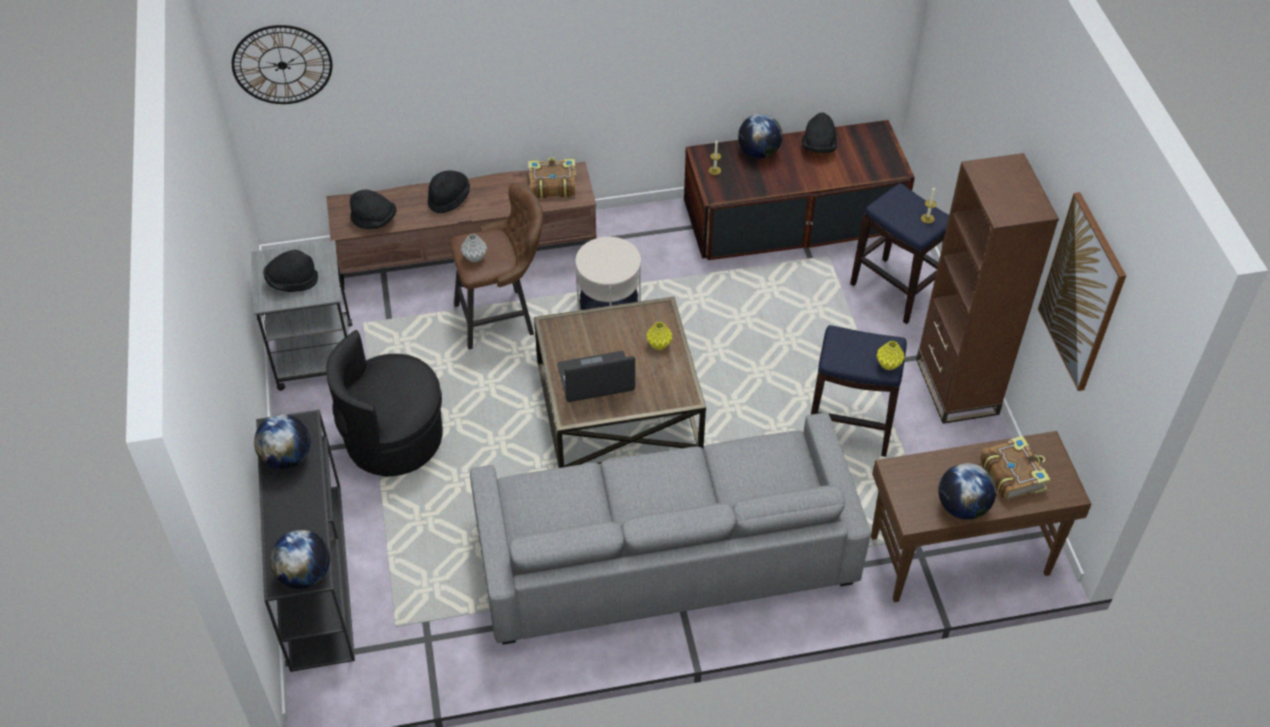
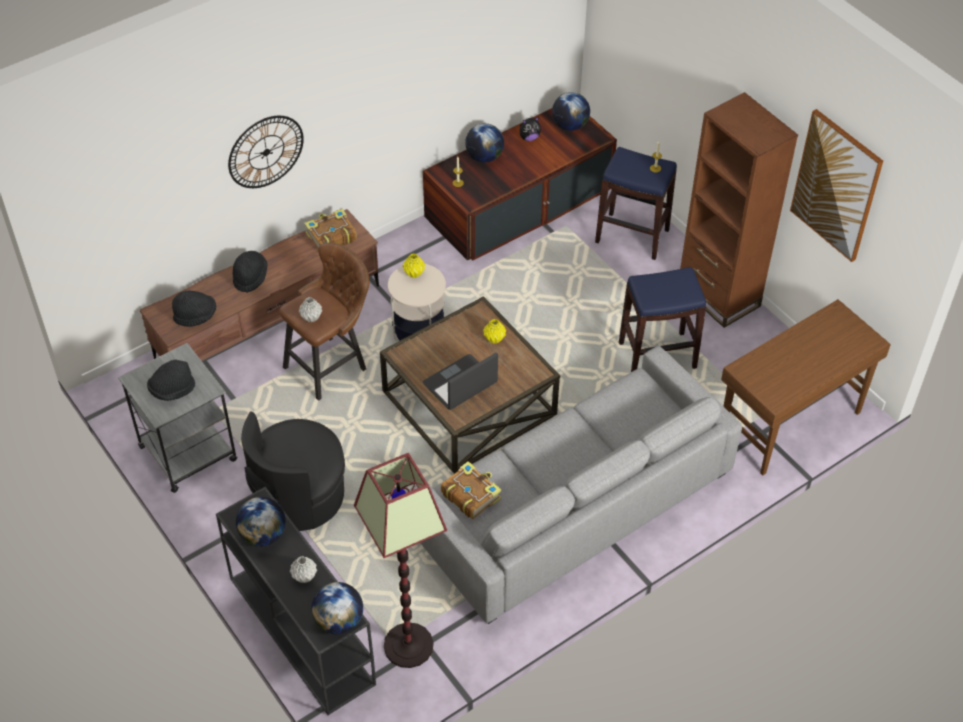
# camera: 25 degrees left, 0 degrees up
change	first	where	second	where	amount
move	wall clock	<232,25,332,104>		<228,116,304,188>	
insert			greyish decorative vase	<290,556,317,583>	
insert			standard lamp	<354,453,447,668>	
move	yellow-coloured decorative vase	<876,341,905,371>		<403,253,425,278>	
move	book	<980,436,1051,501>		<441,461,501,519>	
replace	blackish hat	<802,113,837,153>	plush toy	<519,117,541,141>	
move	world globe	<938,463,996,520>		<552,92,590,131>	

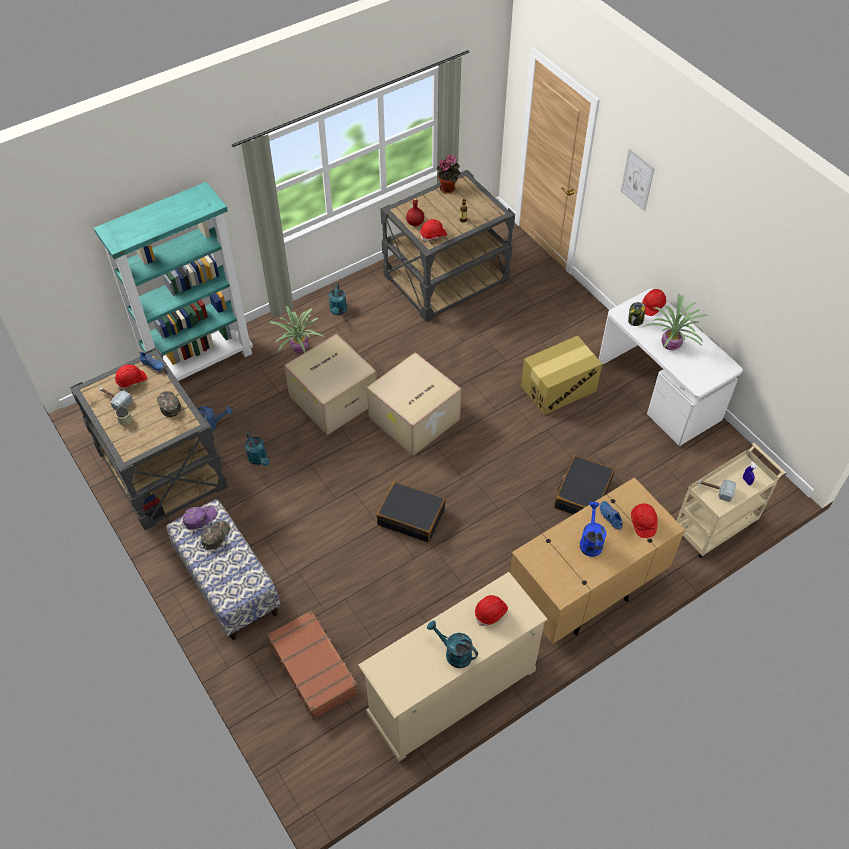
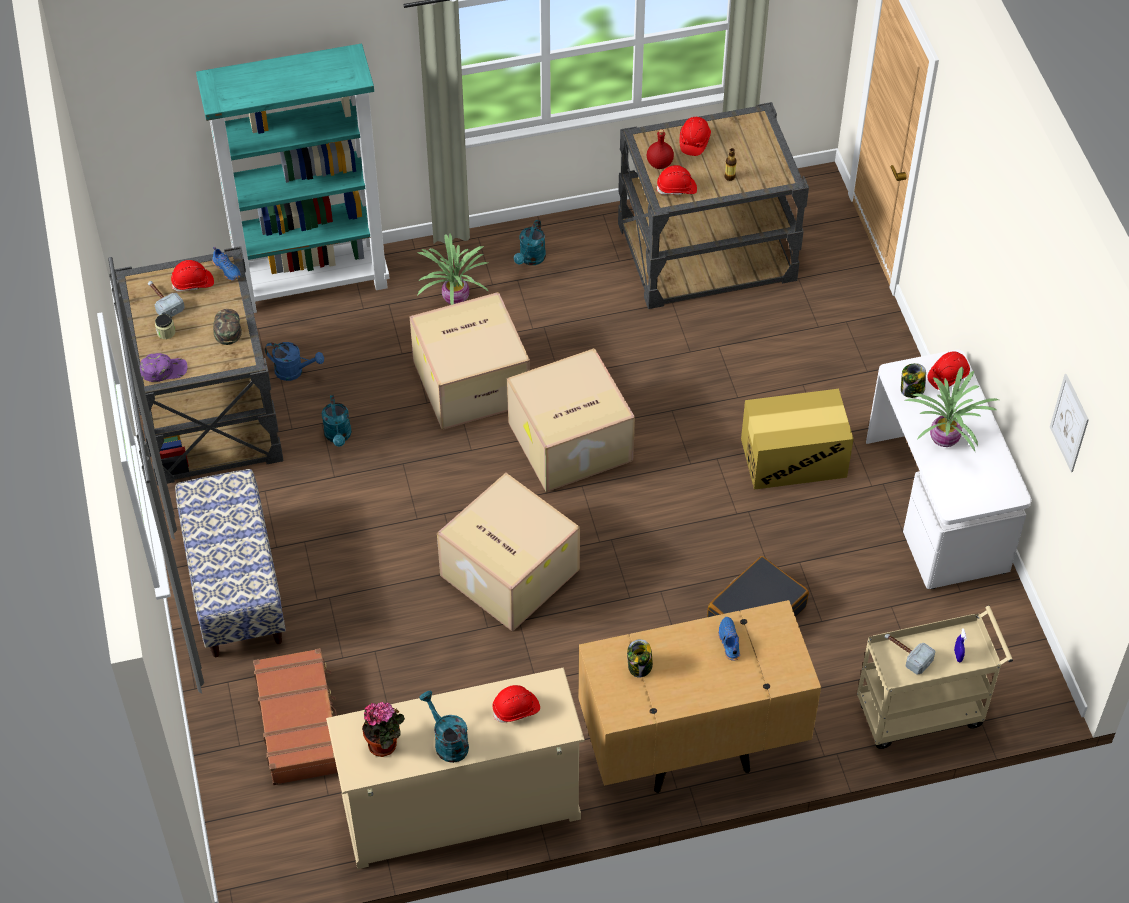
# camera: 20 degrees right, 0 degrees up
change	first	where	second	where	amount
move	purplish peaked cap	<183,506,217,530>		<140,353,187,382>	
move	houseplant	<436,154,461,193>		<362,702,405,757>	
replace	blackish suitcase	<377,482,446,542>	cardboard box	<437,473,580,632>	
insert			preserve jar	<627,639,653,678>	
move	reddish safety helmet	<631,504,658,538>		<680,117,711,156>	
move	wall picture	<621,148,655,211>		<1050,374,1089,472>	
delete	greenish peaked cap	<201,521,230,550>			
delete	blue-coloured sprinkling can	<580,502,606,557>			

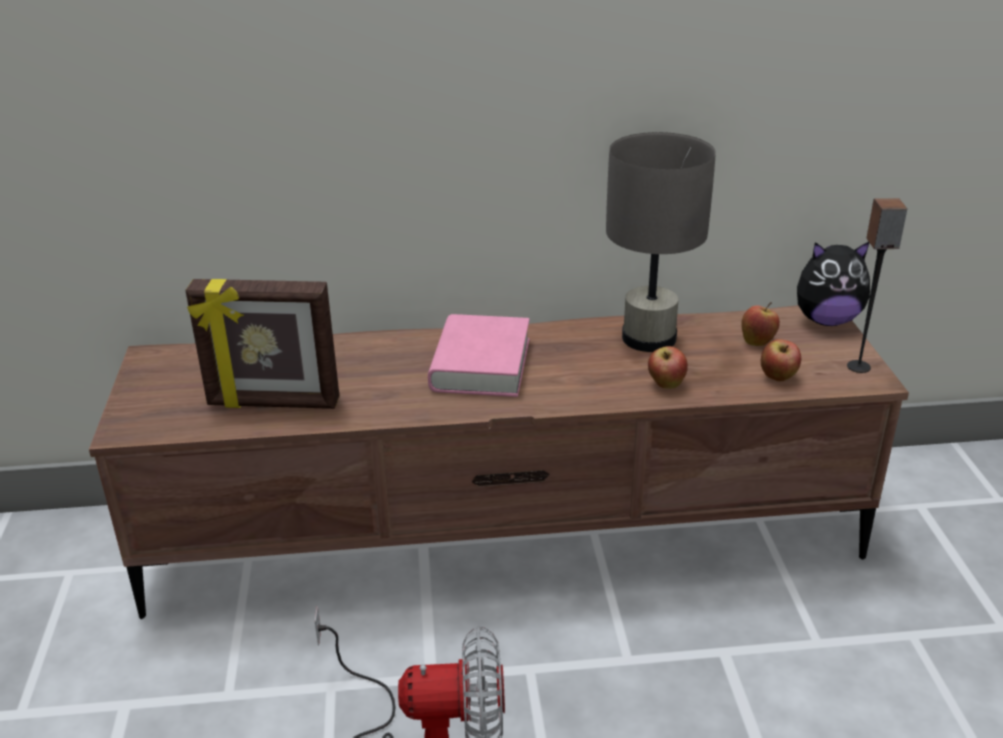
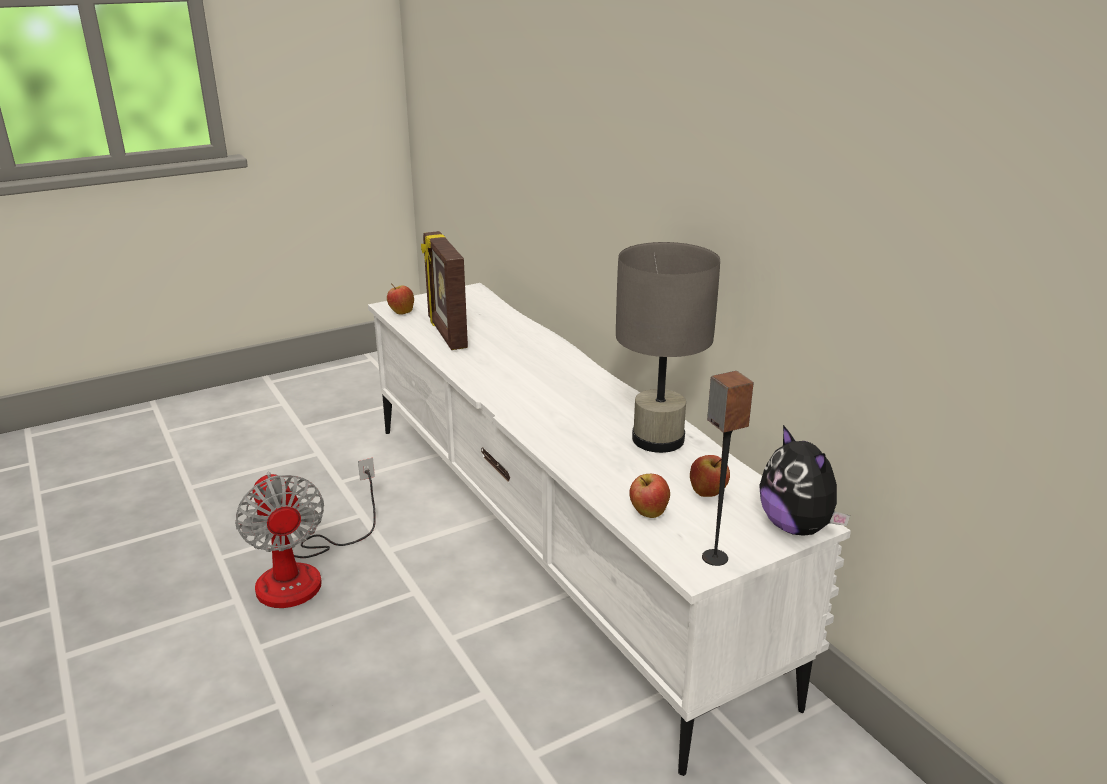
# camera: 65 degrees right, 5 degrees down
change	first	where	second	where	amount
recolor	brownish tv stand	<89,305,909,619>	white tv stand	<368,283,851,776>	
move	apple fruit	<648,346,688,389>		<387,284,414,314>	
delete	pink book	<428,314,530,397>			

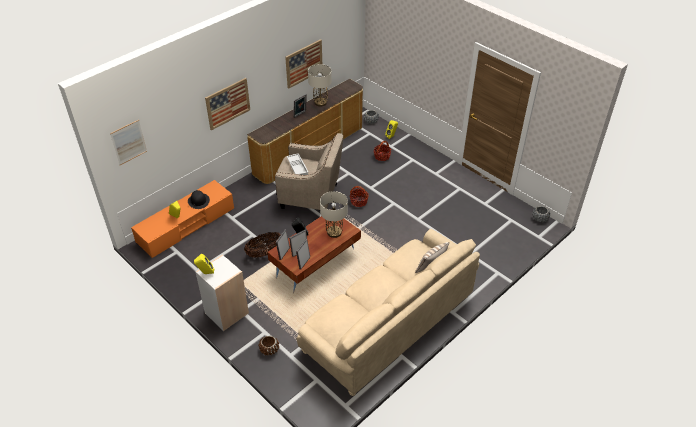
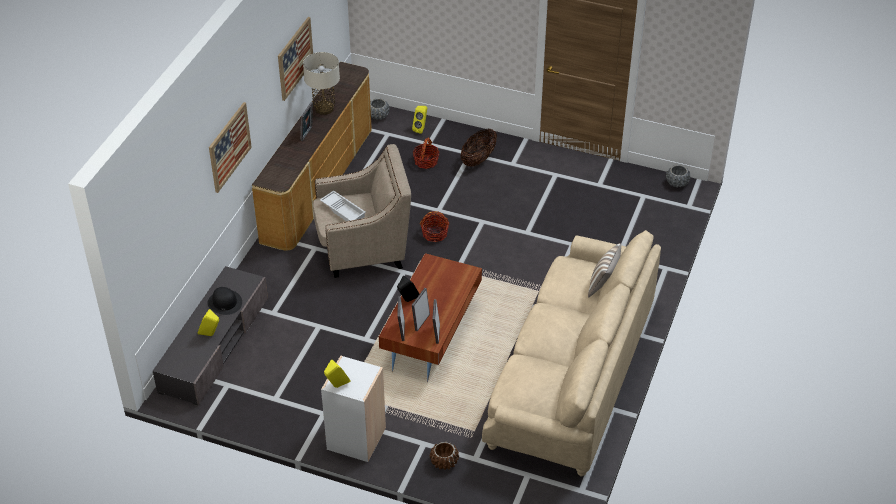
# camera: 25 degrees left, 0 degrees up
change	first	where	second	where	amount
recolor	orangey tv stand	<131,180,234,258>	greyish tv stand	<153,266,268,405>	
move	storage basket	<244,232,280,258>		<461,128,497,167>	
delete	wall picture	<110,120,147,165>			
delete	table lamp	<320,191,348,238>			

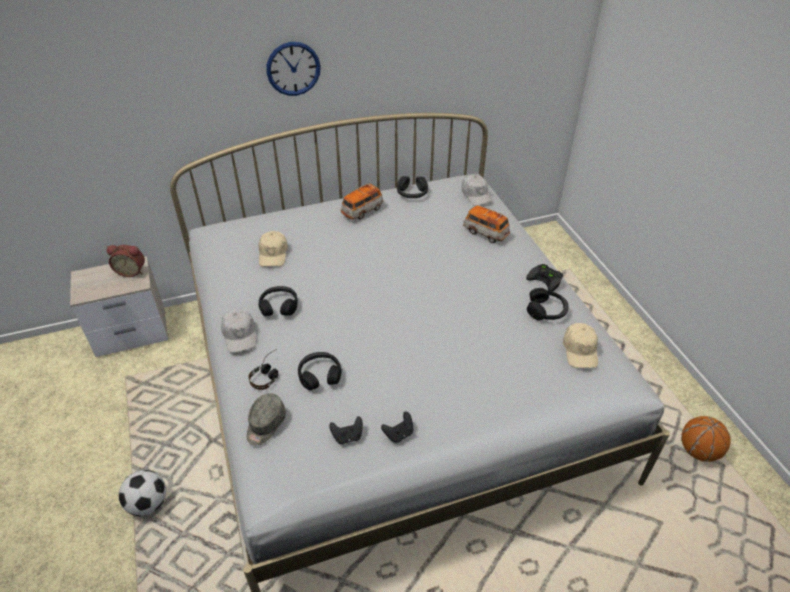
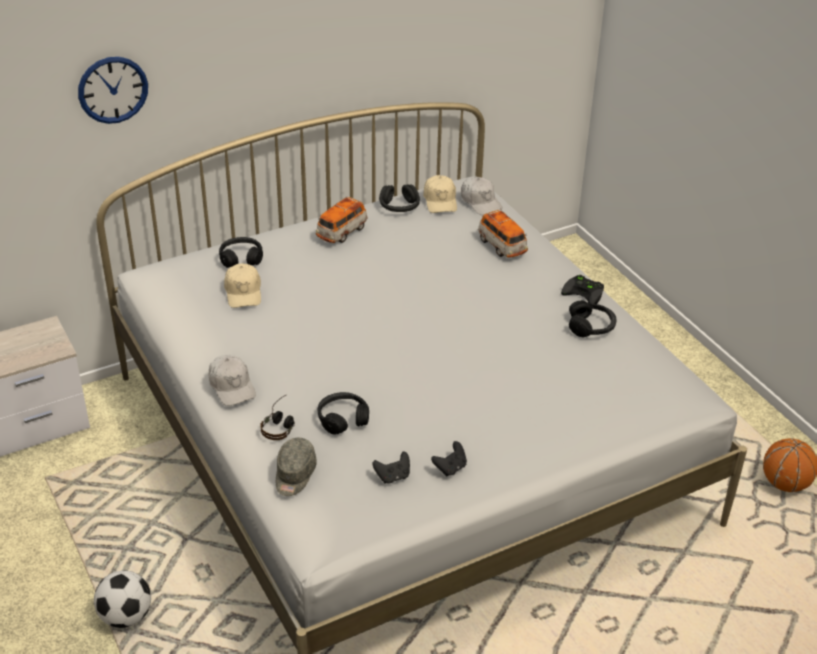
# camera: 10 degrees left, 5 degrees down
change	first	where	second	where	amount
move	wall clock	<266,42,321,96>		<78,57,148,124>	
move	blackish pair of headphones	<258,286,298,316>		<219,237,263,268>	
move	sand-coloured peaked cap	<563,323,598,368>		<423,175,457,213>	
rotate	miniature car	<463,205,510,243>		<478,209,528,258>	150 degrees counterclockwise
delete	alarm clock	<107,245,145,277>			

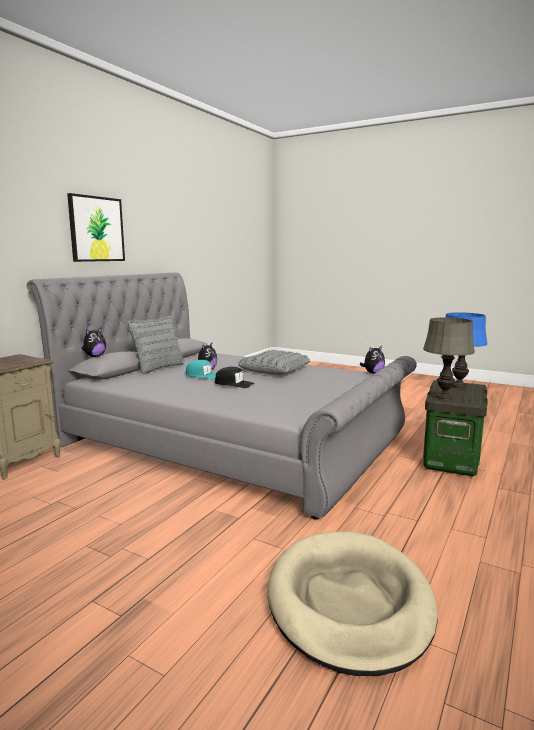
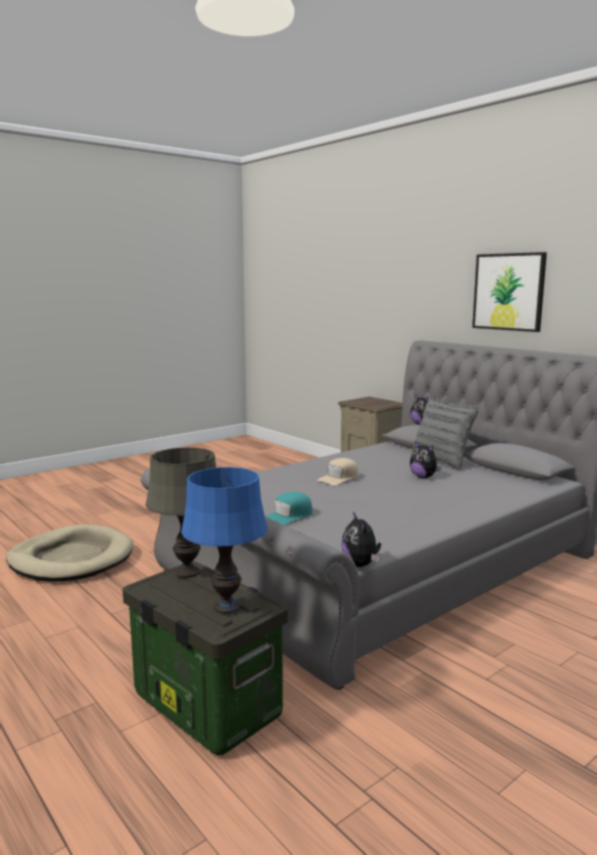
# camera: 110 degrees right, 0 degrees up
change	first	where	second	where	amount
move	blue-green peaked cap	<185,360,216,380>		<266,492,312,525>	
recolor	blackish peaked cap	<215,367,255,388>	sand-coloured peaked cap	<317,458,358,485>	
delete	greyish pillow	<238,350,310,375>			

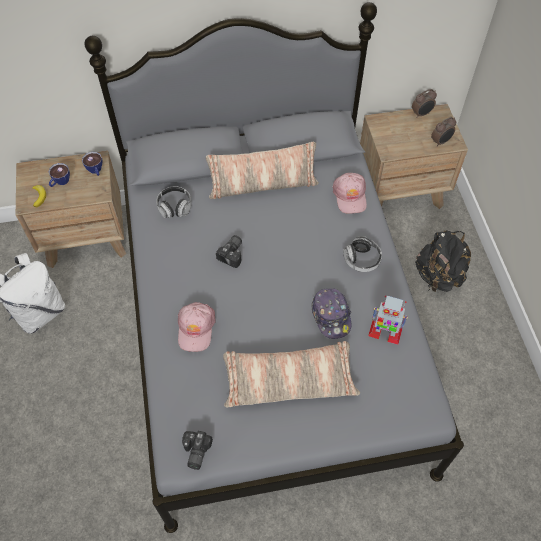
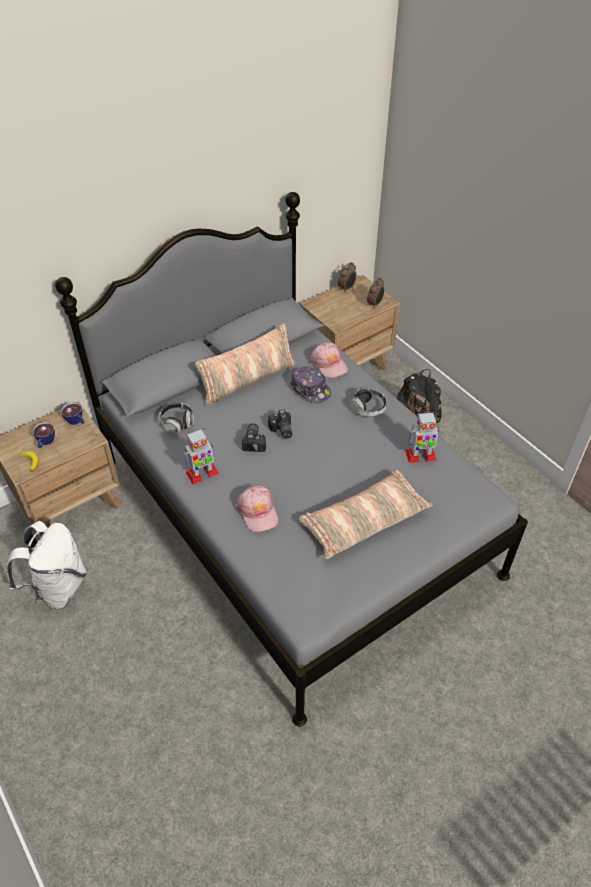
# camera: 25 degrees left, 10 degrees down
change	first	where	second	where	amount
insert			toy robot	<183,428,219,484>	
move	photo camera	<182,431,213,470>		<268,410,292,439>	
move	peaked cap	<311,288,352,339>		<290,366,331,403>	

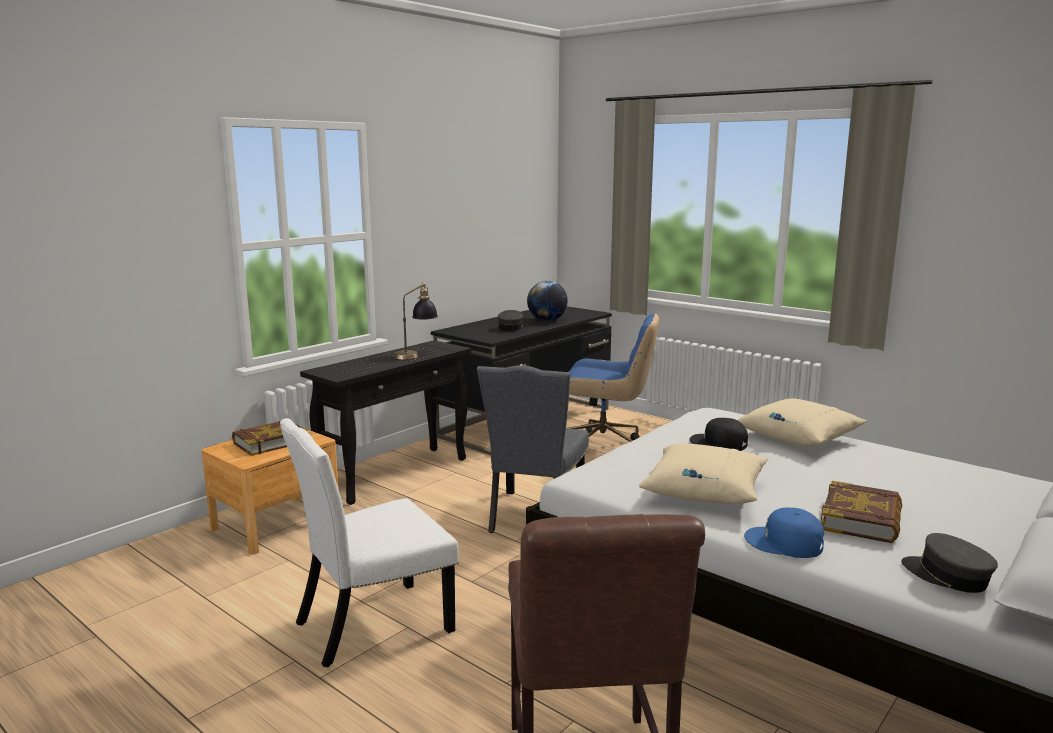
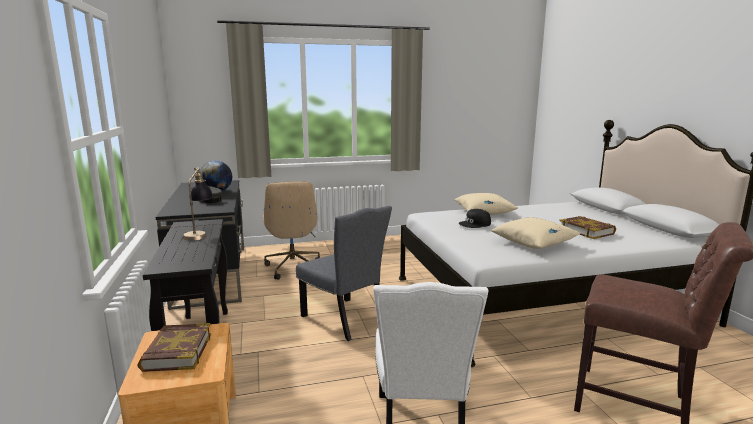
# camera: 55 degrees left, 0 degrees up
change	first	where	second	where	amount
rotate	blue-coloured desk chair	<569,314,659,442>		<263,181,320,280>	120 degrees clockwise
delete	blue-coloured peaked cap	<744,508,824,558>			
delete	greyish peaked cap	<901,533,998,593>			

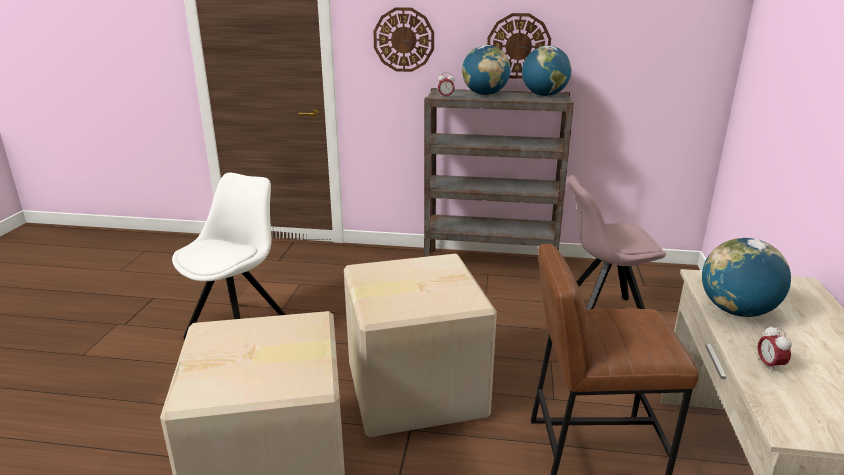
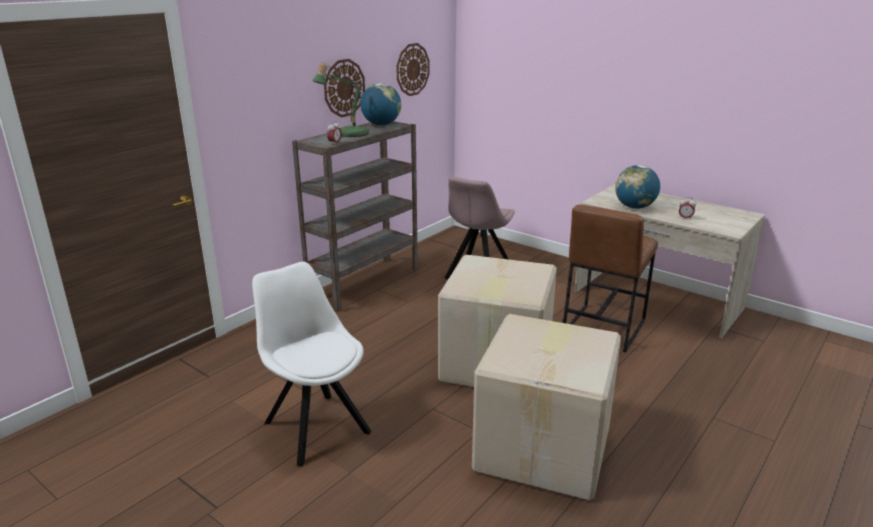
# camera: 60 degrees left, 0 degrees up
change	first	where	second	where	amount
replace	world globe	<462,45,511,95>	table lamp	<312,63,369,137>	
move	wall clock	<373,7,434,72>		<396,43,430,96>	

